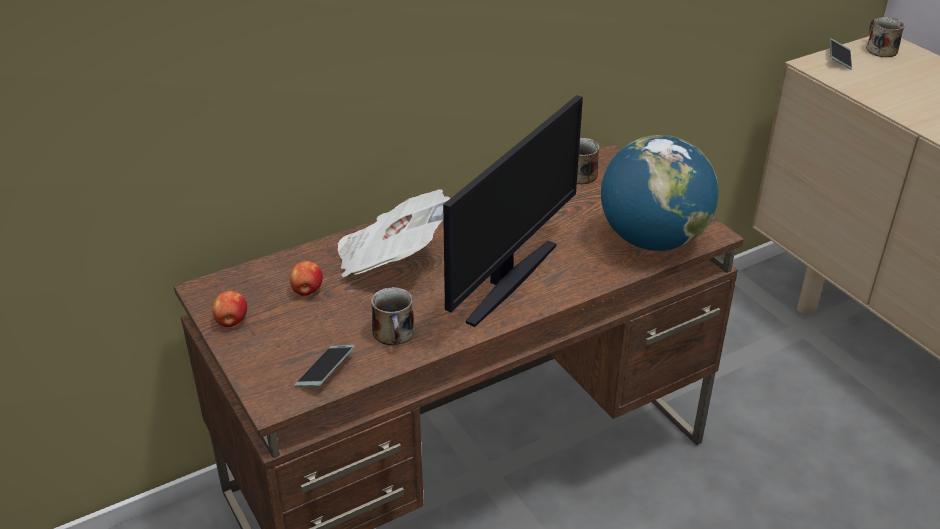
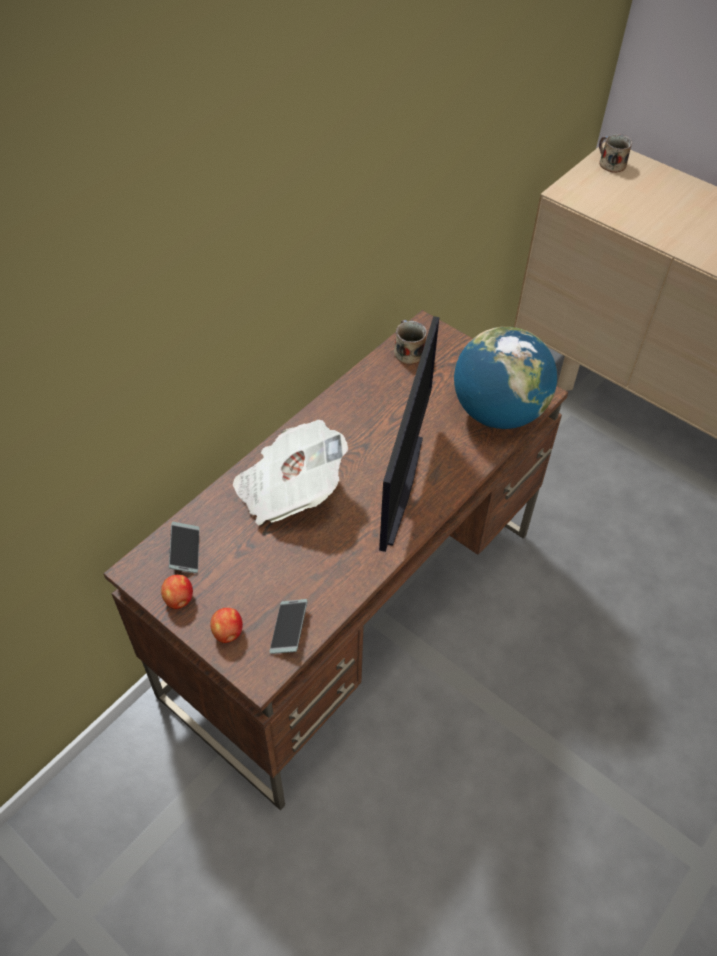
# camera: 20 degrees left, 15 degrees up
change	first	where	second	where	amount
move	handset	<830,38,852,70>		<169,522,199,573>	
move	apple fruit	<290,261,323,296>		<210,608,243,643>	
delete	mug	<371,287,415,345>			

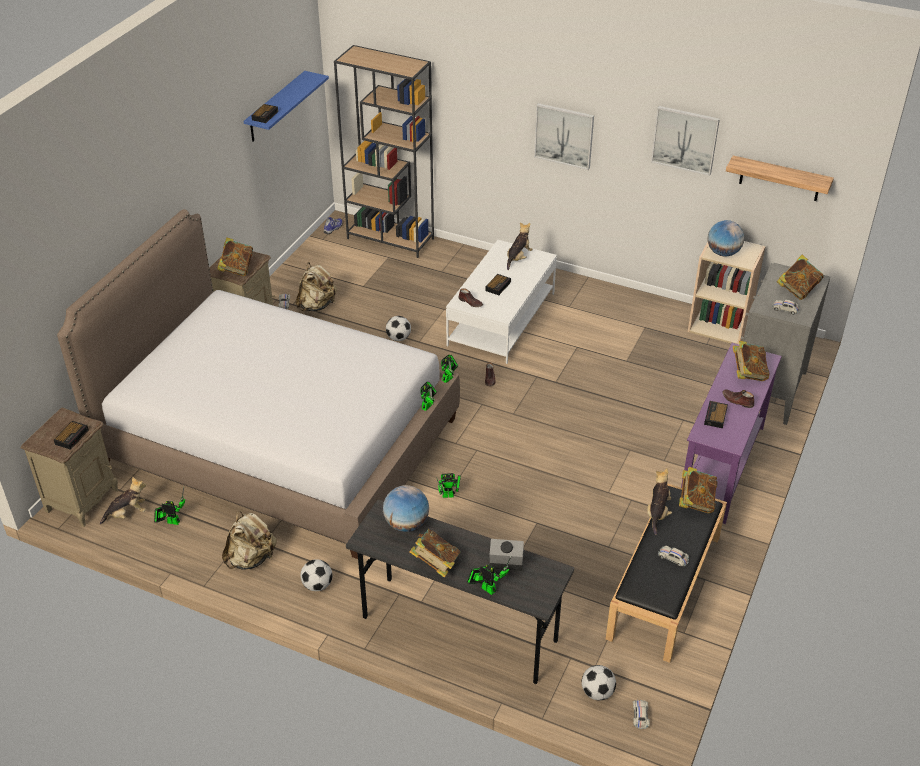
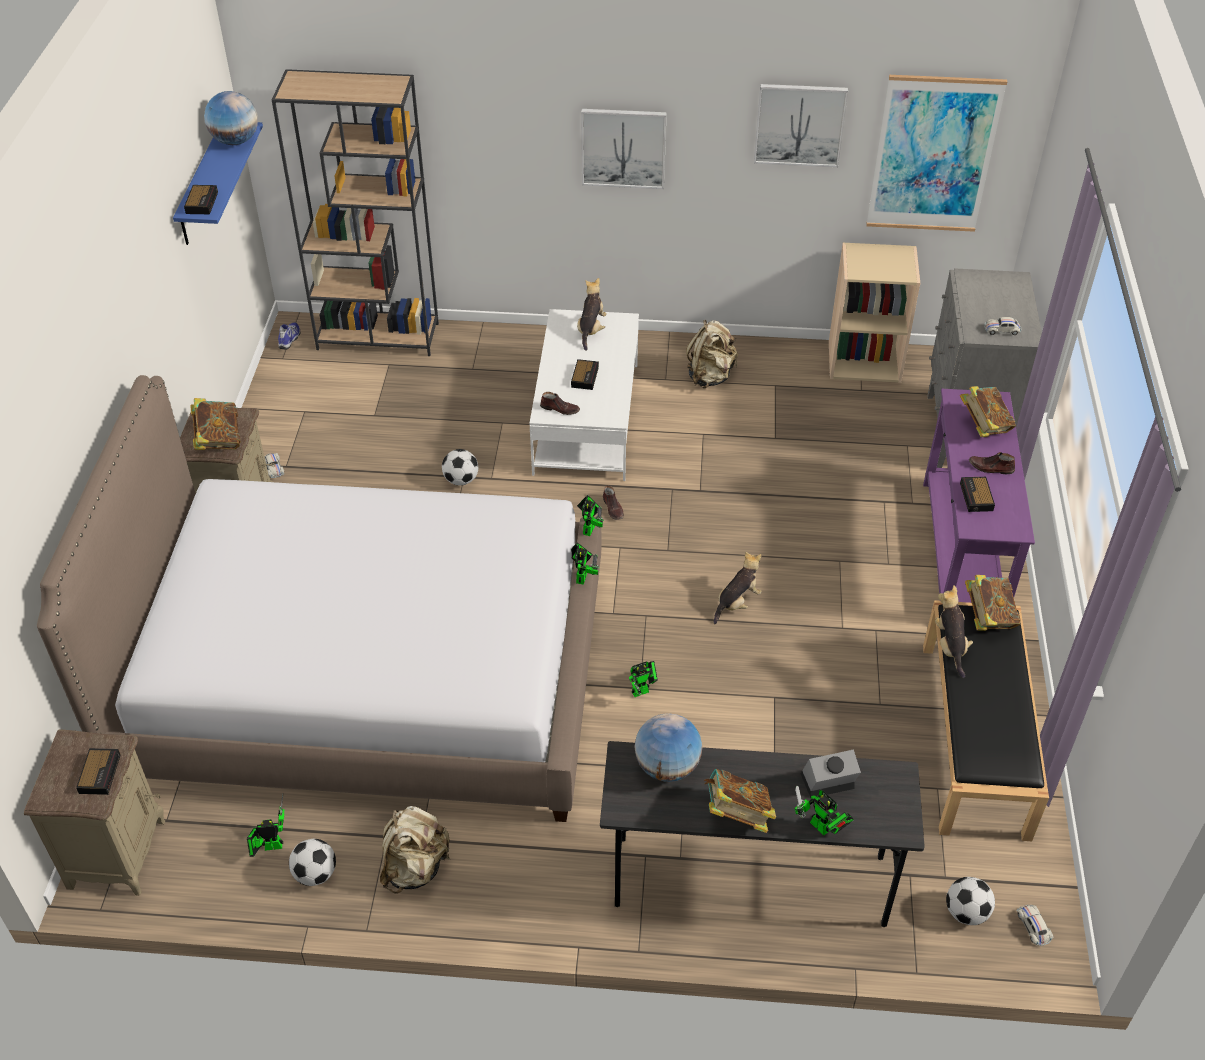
# camera: 20 degrees left, 5 degrees up
change	first	where	second	where	amount
move	world globe	<708,220,744,257>		<204,91,258,145>	
move	football ball	<300,559,332,591>		<289,839,336,886>	
move	sand-coloured rucksack	<296,262,337,311>		<686,320,738,388>	
move	plush toy	<100,477,146,525>		<714,552,762,624>	
rotate	toy robot	<467,556,512,595>		<795,786,854,836>	150 degrees counterclockwise
replace	shelf	<726,156,834,201>	wall picture	<866,75,1007,232>	
delete	white miniature car	<658,546,689,567>			
delete	book	<777,255,824,300>			

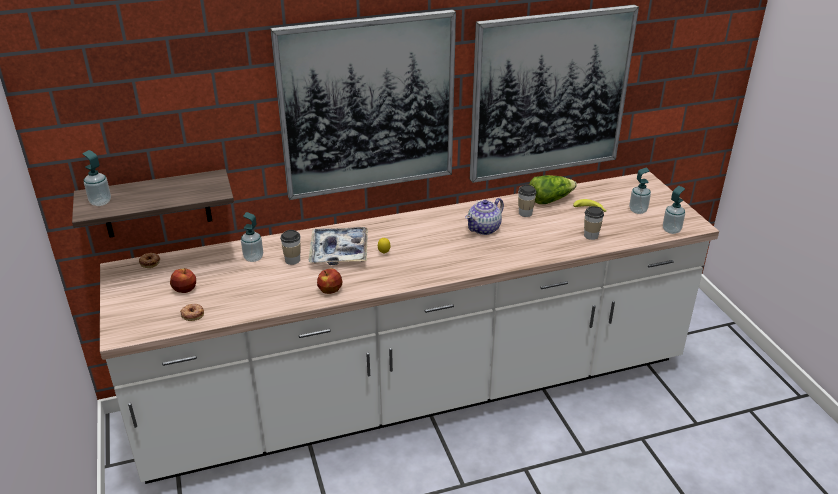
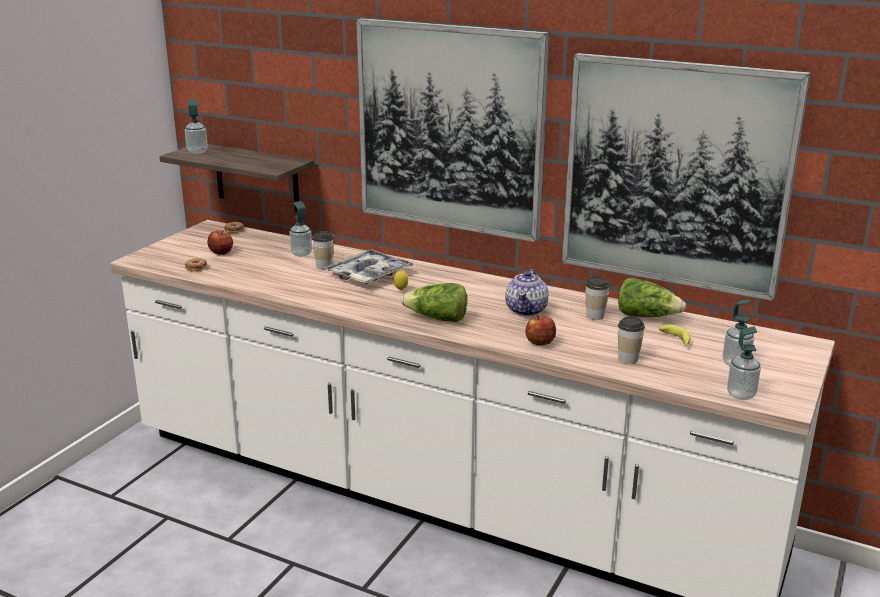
# camera: 45 degrees right, 10 degrees down
change	first	where	second	where	amount
insert			lettuce head	<401,283,467,322>	
rotate	tea pot	<465,198,504,235>		<505,269,549,316>	75 degrees counterclockwise
move	apple fruit	<317,268,342,294>		<525,314,556,346>	

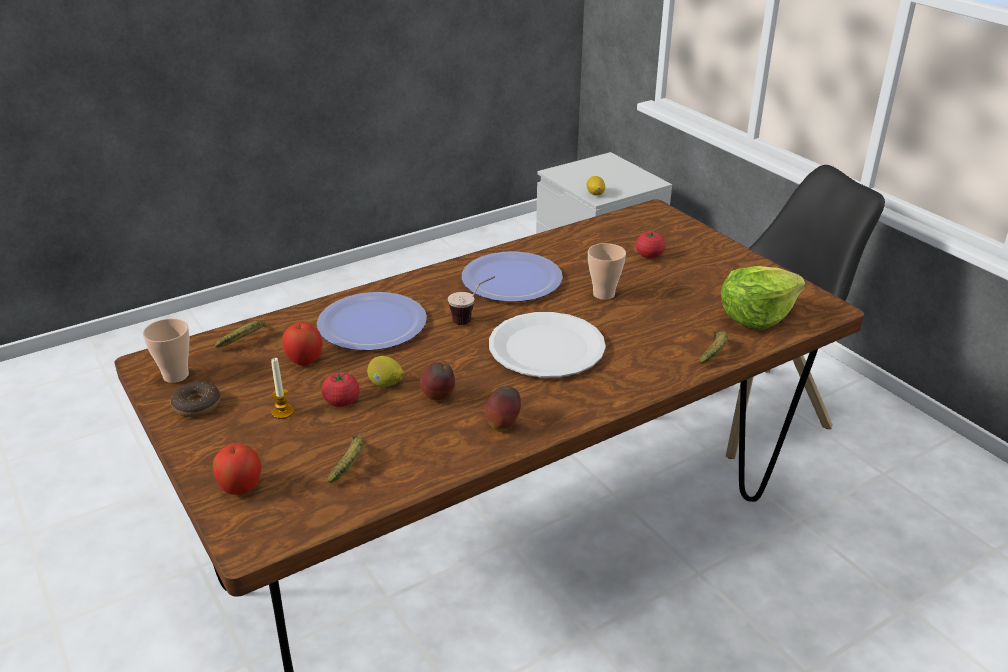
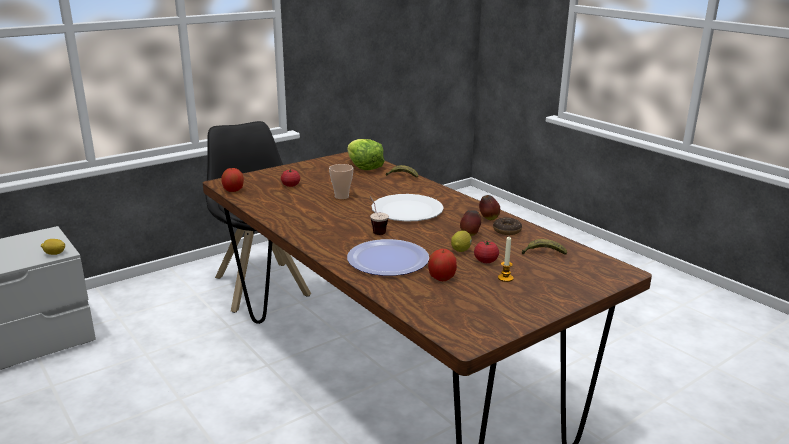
# camera: 95 degrees left, 10 degrees down
change	first	where	second	where	amount
move	apple fruit	<213,444,262,494>		<221,168,244,192>	
move	donut	<171,381,220,417>		<493,217,522,235>	
delete	small cup	<143,318,189,383>			
delete	banana fruit	<215,320,265,348>			
delete	dinner plate	<462,252,563,302>			

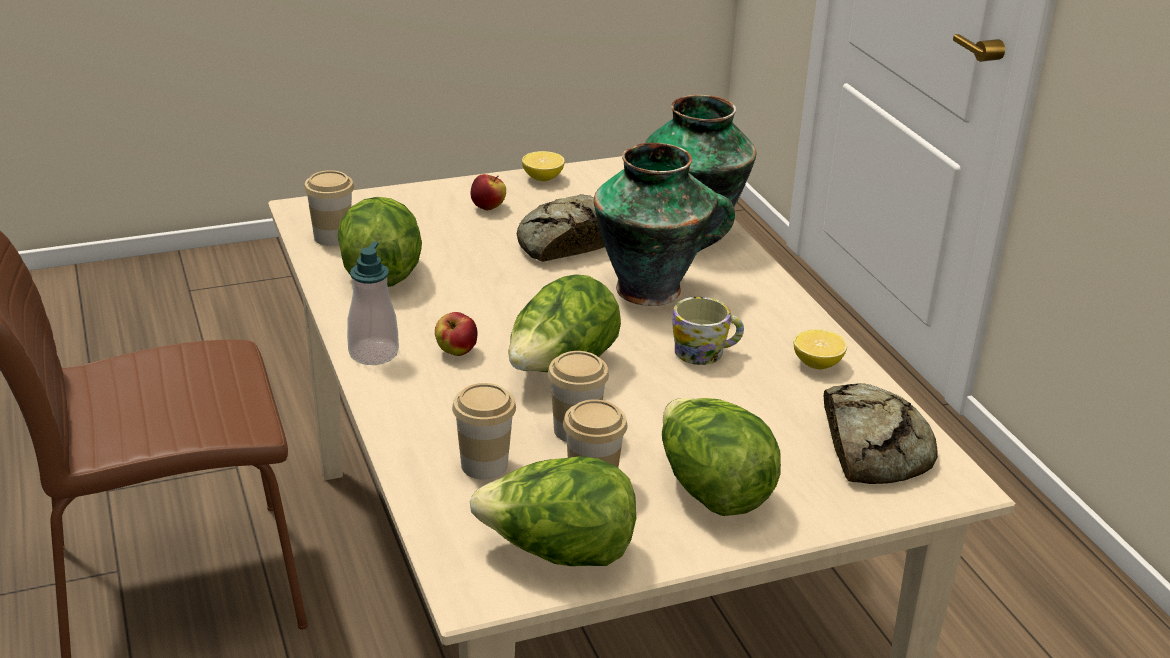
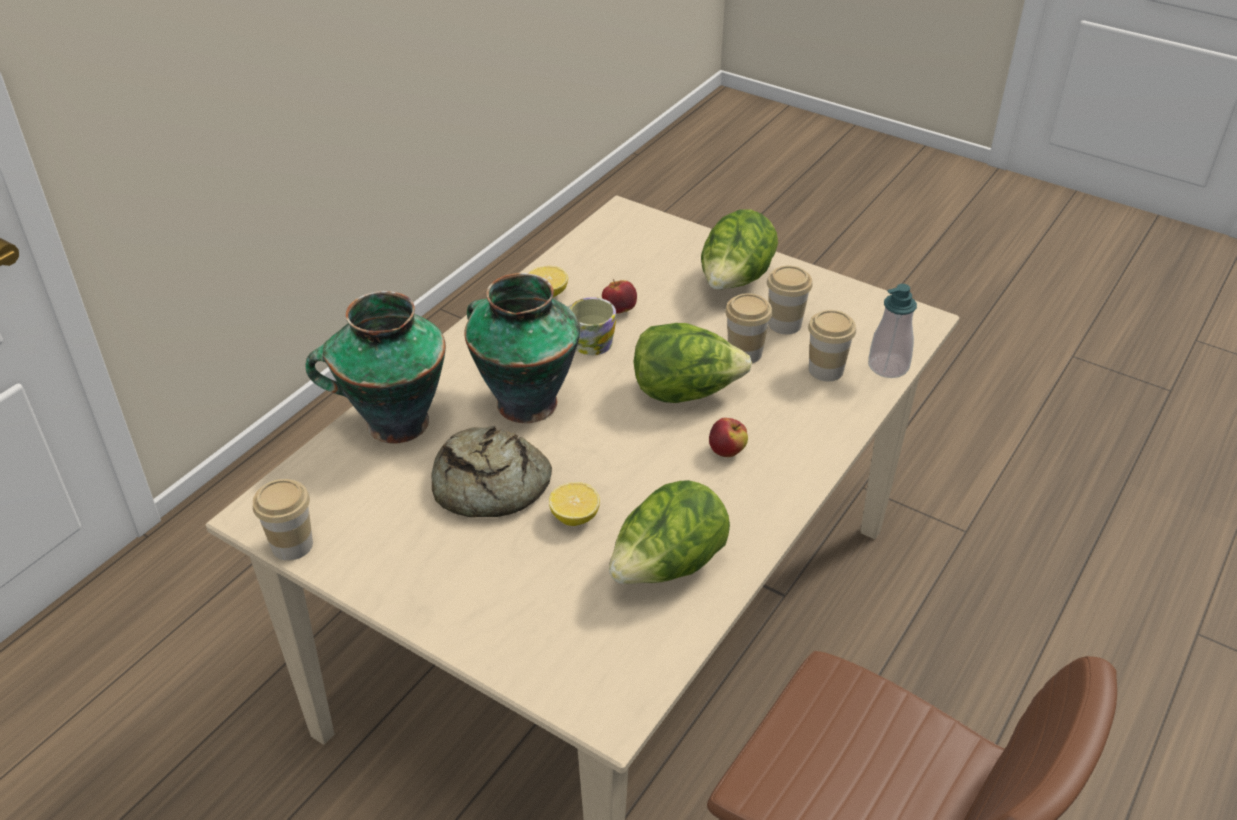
# camera: 125 degrees left, 10 degrees up
change	first	where	second	where	amount
move	small cup	<304,170,354,246>		<253,479,313,561>	
move	whole lemon	<522,151,565,181>		<549,482,600,526>	
move	apple fruit	<471,174,506,210>		<602,279,637,314>	
move	soap bottle	<347,241,399,365>		<868,284,917,378>	
delete	lettuce head	<470,456,636,566>			
delete	bakery bread	<824,383,938,484>			

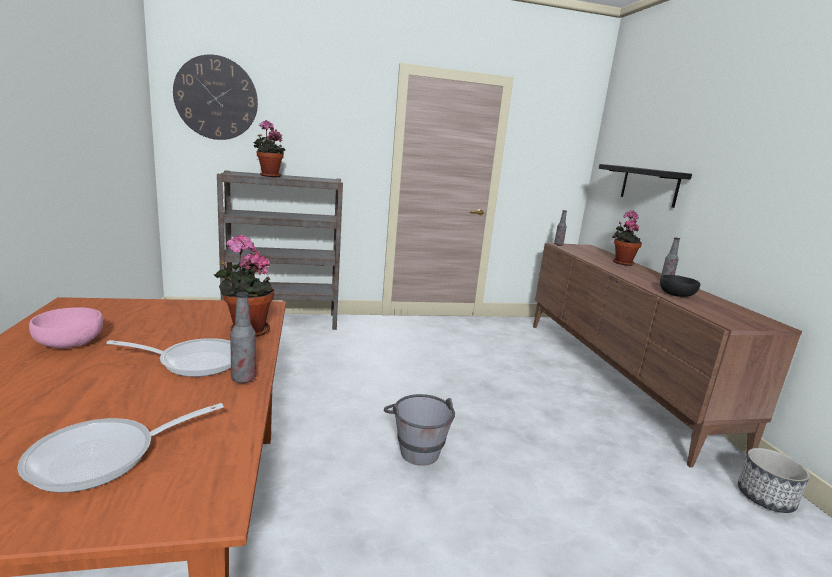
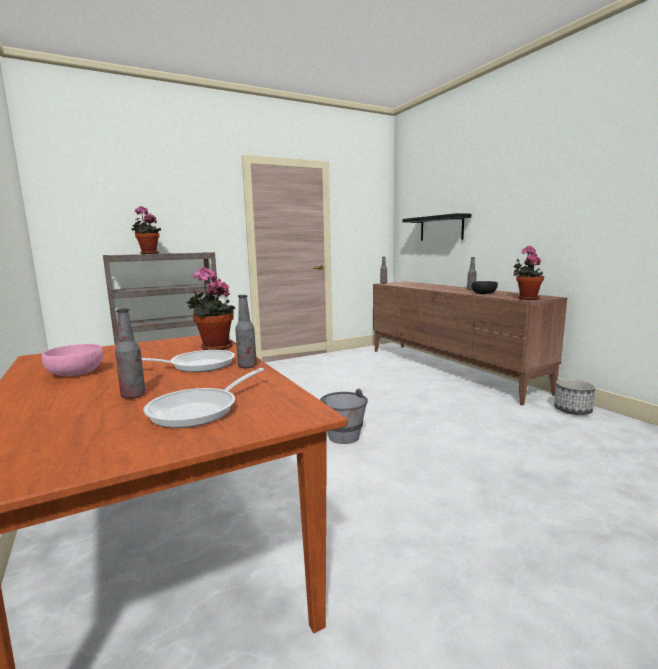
# camera: 15 degrees left, 5 degrees down
change	first	where	second	where	amount
insert			bottle	<115,308,146,399>	
move	houseplant	<612,210,642,266>		<514,246,544,300>	
delete	wall clock	<173,54,258,140>			

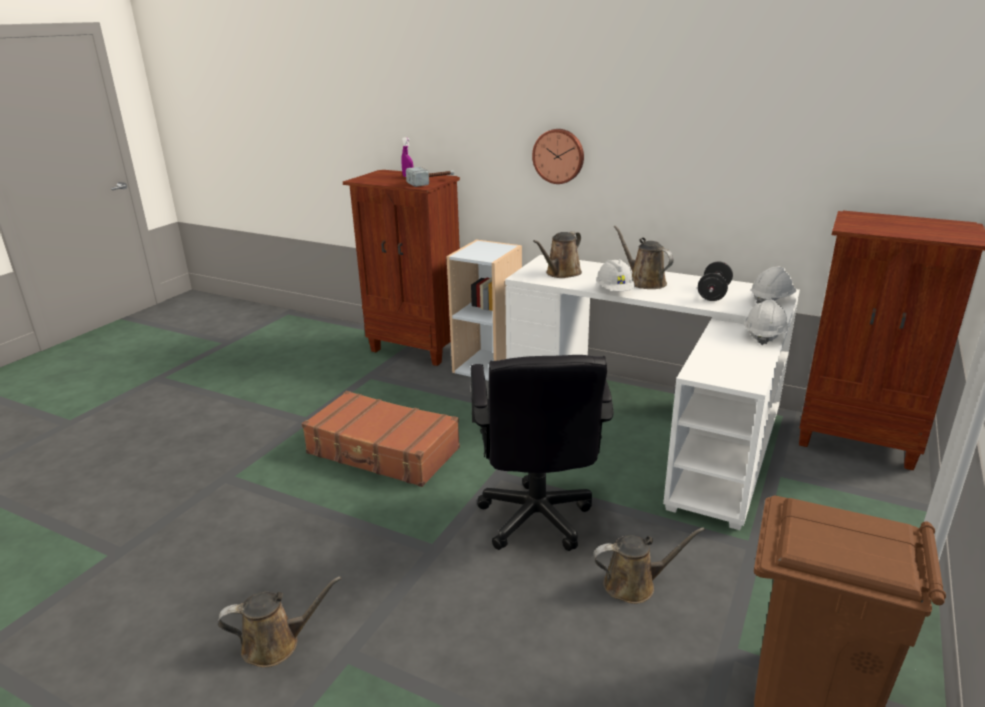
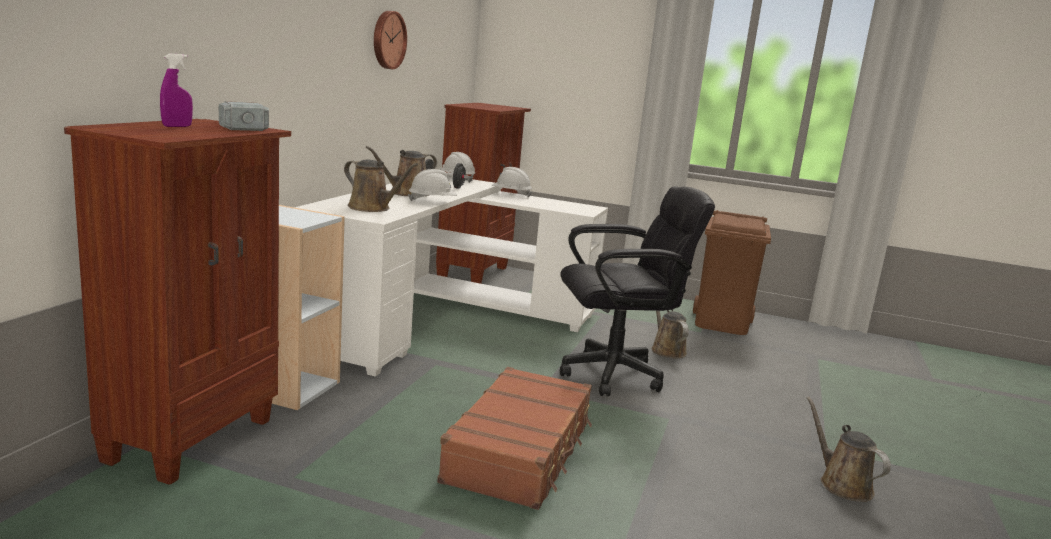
# camera: 100 degrees left, 10 degrees down
change	first	where	second	where	amount
move	wall clock	<532,129,584,184>		<374,11,407,69>	

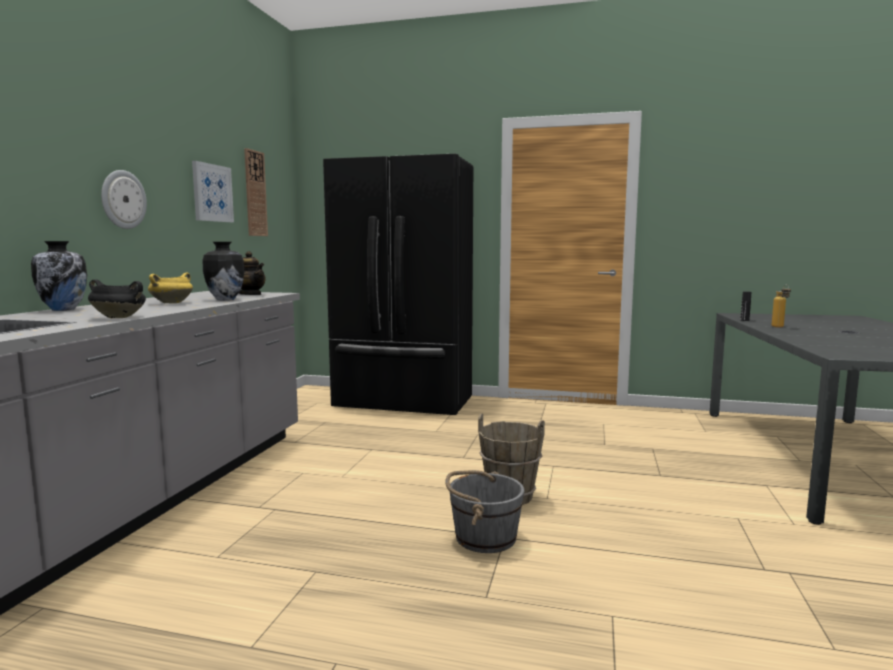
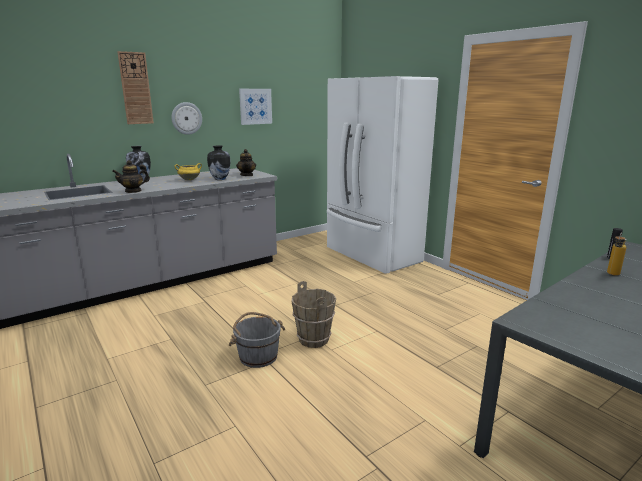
# camera: 40 degrees right, 10 degrees up
change	first	where	second	where	amount
replace	blackish stockpot	<88,279,146,318>	tea pot	<112,160,150,193>	
move	wall clock	<244,148,268,236>		<117,51,154,124>	
recolor	blackish kitchen fridge	<323,154,473,415>	white kitchen fridge	<327,76,438,274>	

